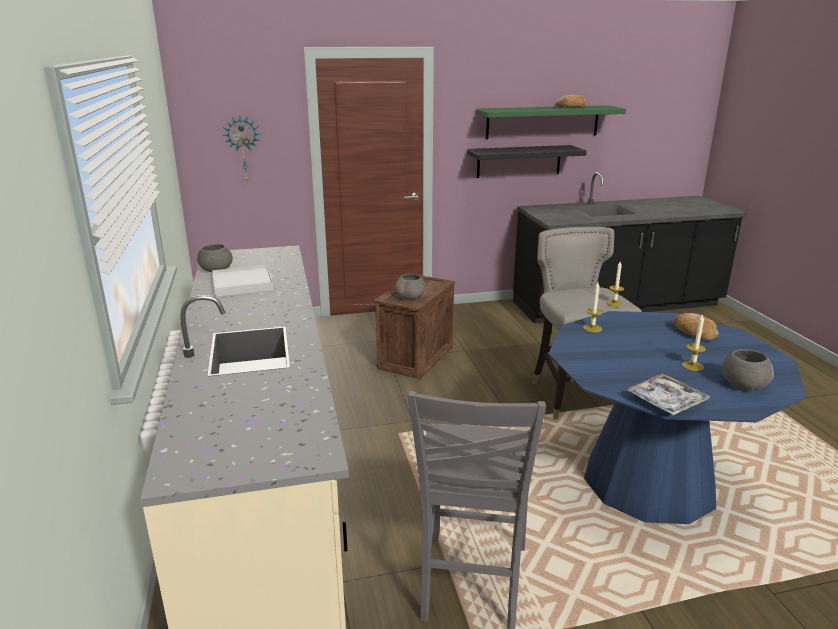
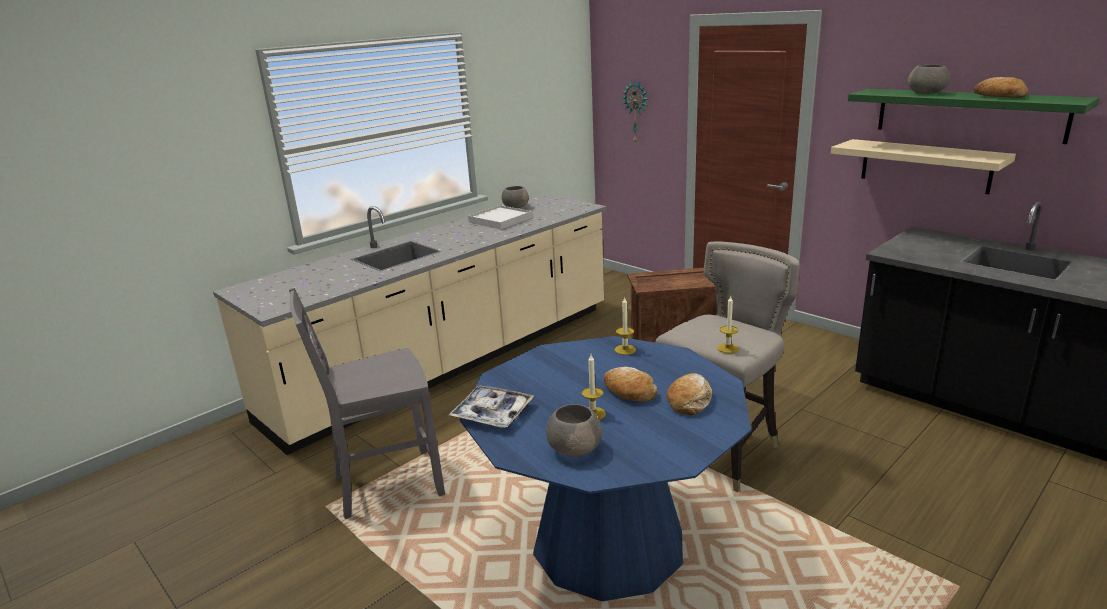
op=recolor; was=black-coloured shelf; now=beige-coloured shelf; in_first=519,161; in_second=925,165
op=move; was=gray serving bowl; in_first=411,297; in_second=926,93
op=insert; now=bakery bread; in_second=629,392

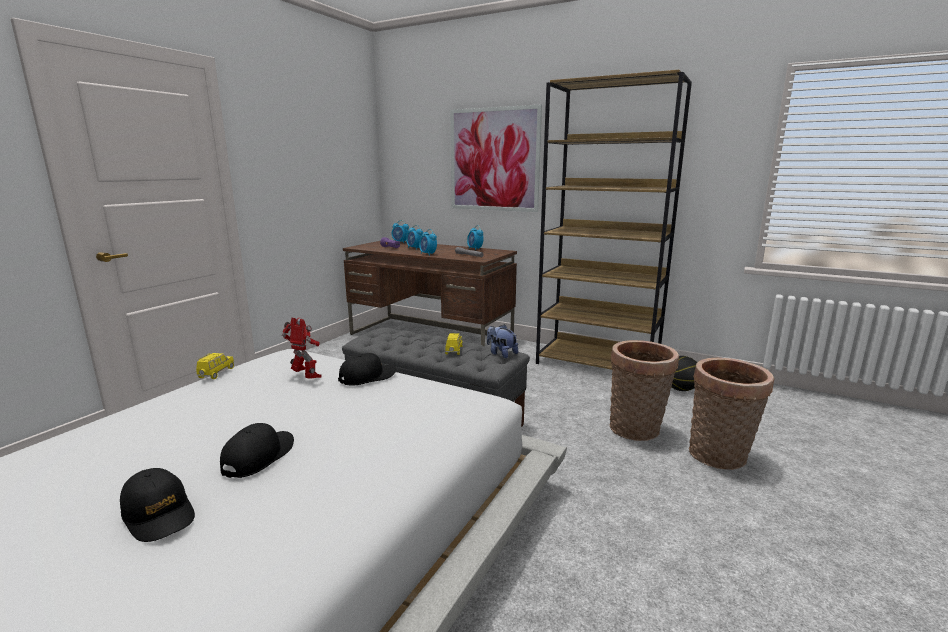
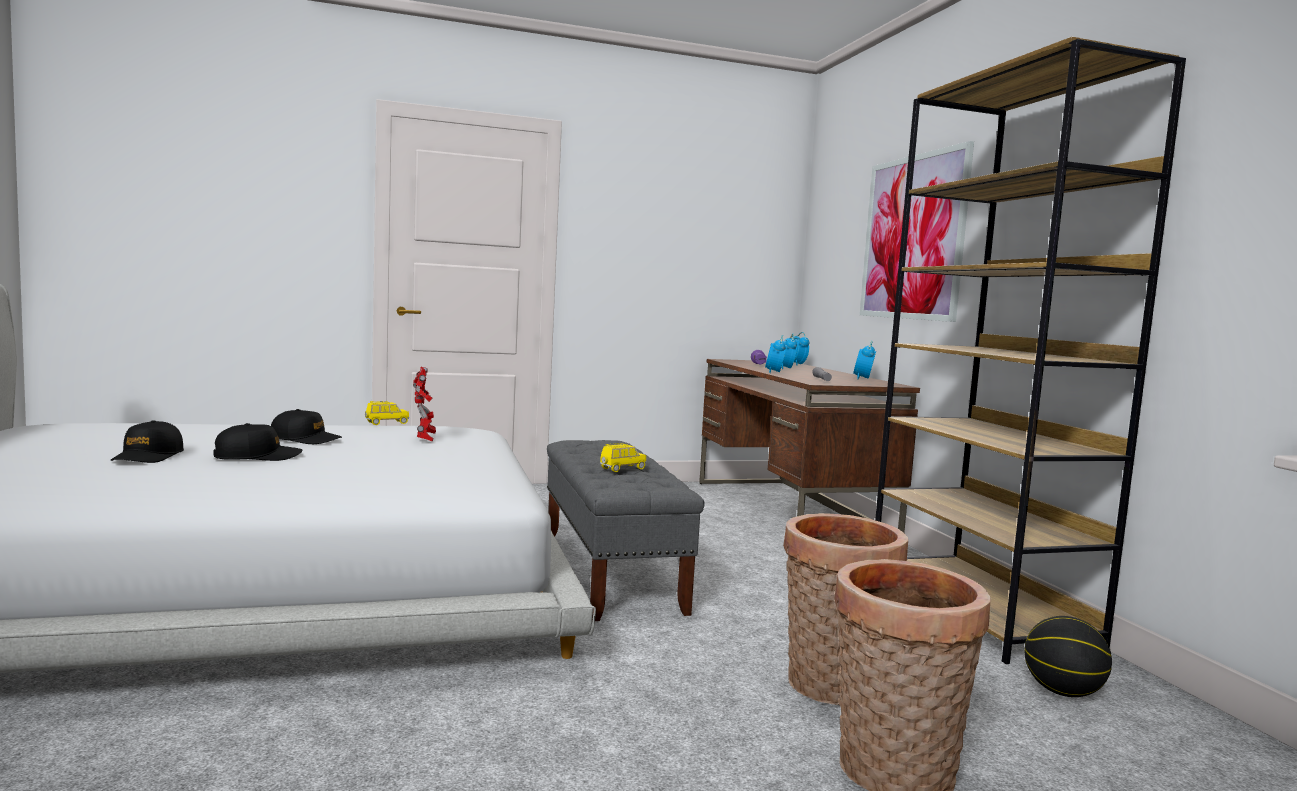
op=delete; was=cuddly toy; in_first=501,353
op=move; was=black-coloured peaked cap; in_first=367,377; in_second=305,439

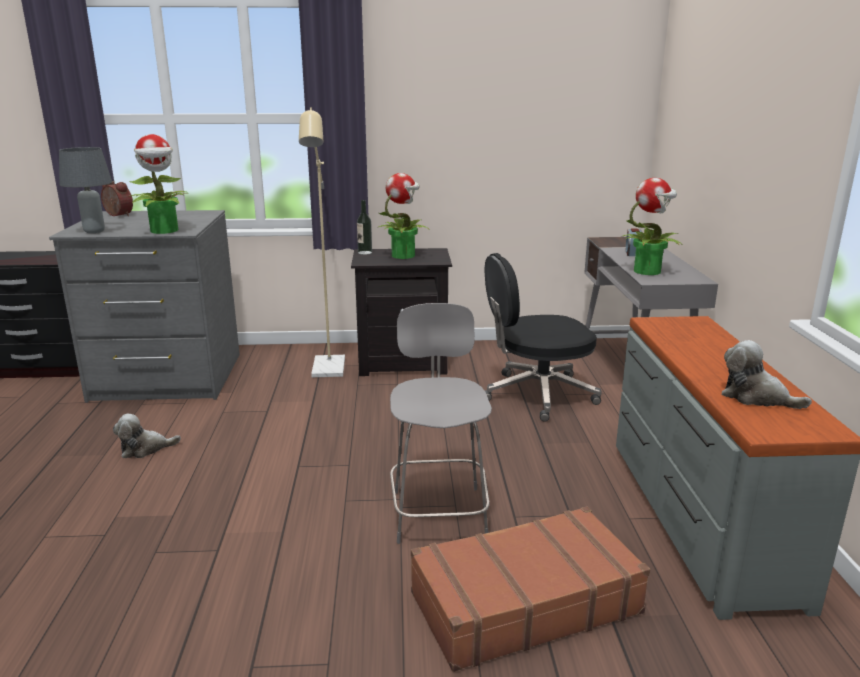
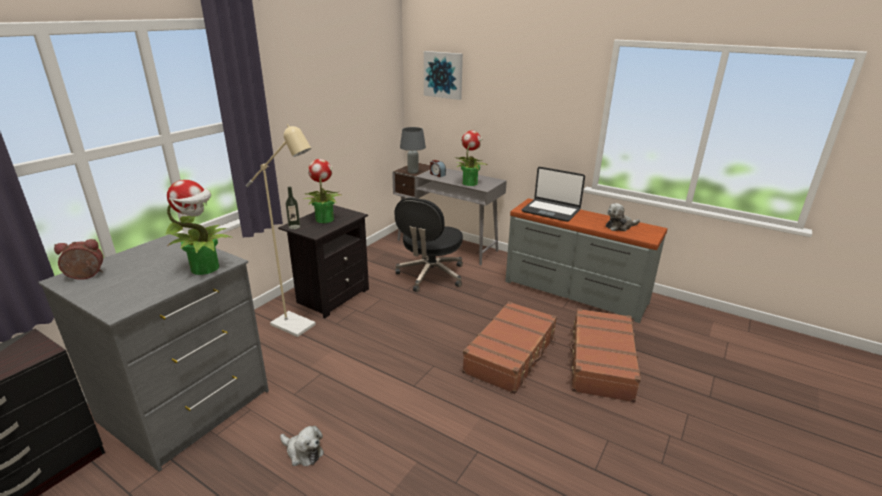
op=move; was=gray table lamp; in_first=95,231; in_second=412,172
op=replace; was=gray plain chair; now=brown-coloured suitcase; in_first=439,511; in_second=511,354
op=rotate; was=cuddly toy; in_first=145,449; in_second=303,452; clockwise=-75
op=insert; now=wall art; in_second=443,75
op=insert; now=notebook computer; in_second=551,211

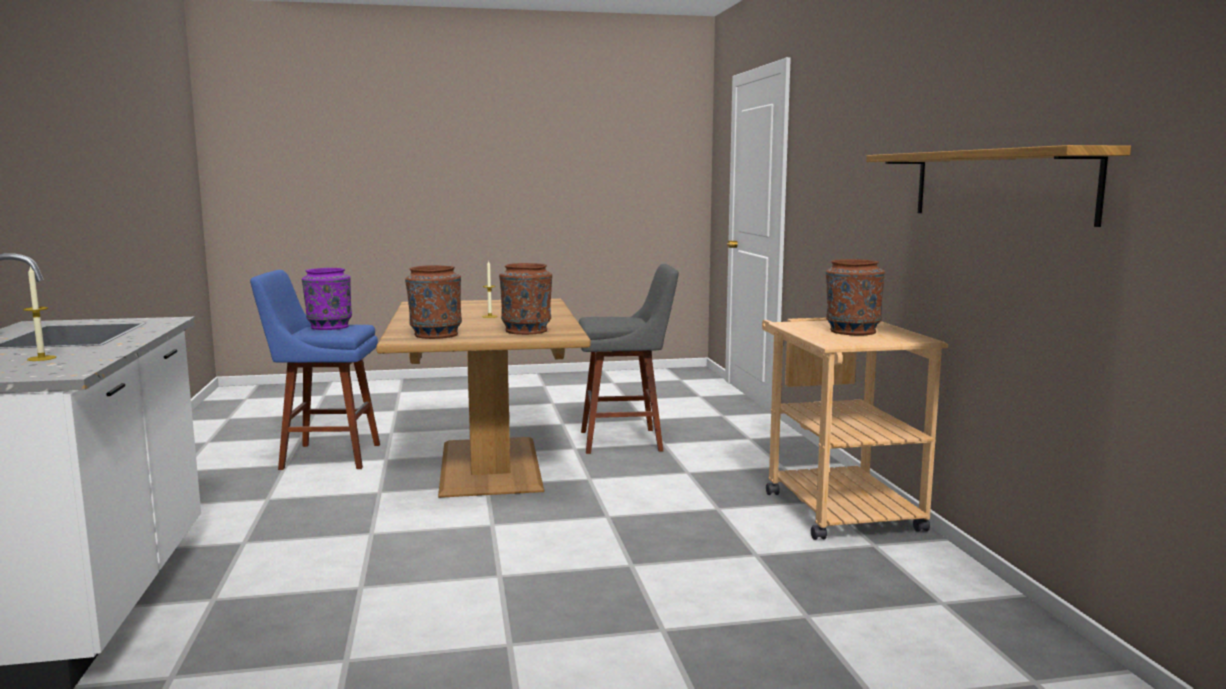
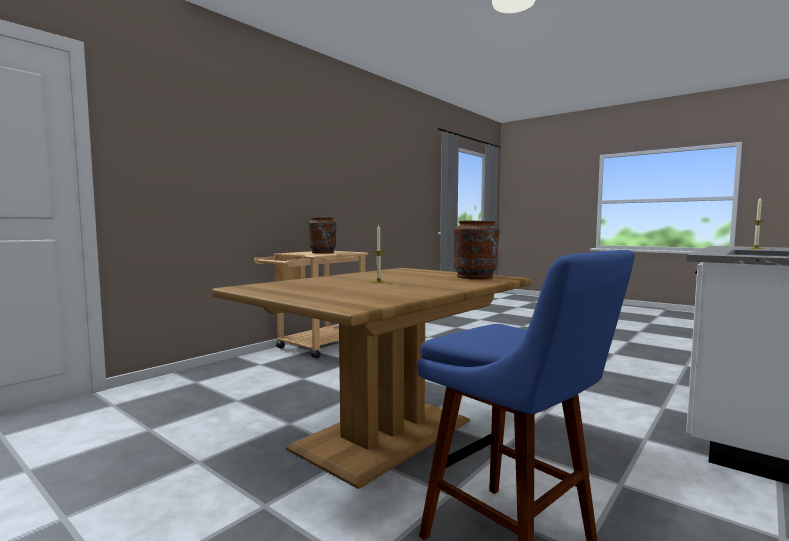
op=delete; was=shelf; in_first=998,185
op=delete; was=brown-coloured flower vase; in_first=526,330
op=delete; was=gray stool seat; in_first=626,441
op=delete; was=purplish flower vase; in_first=329,327

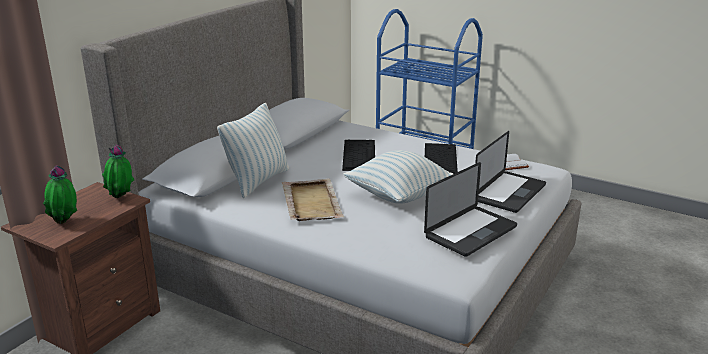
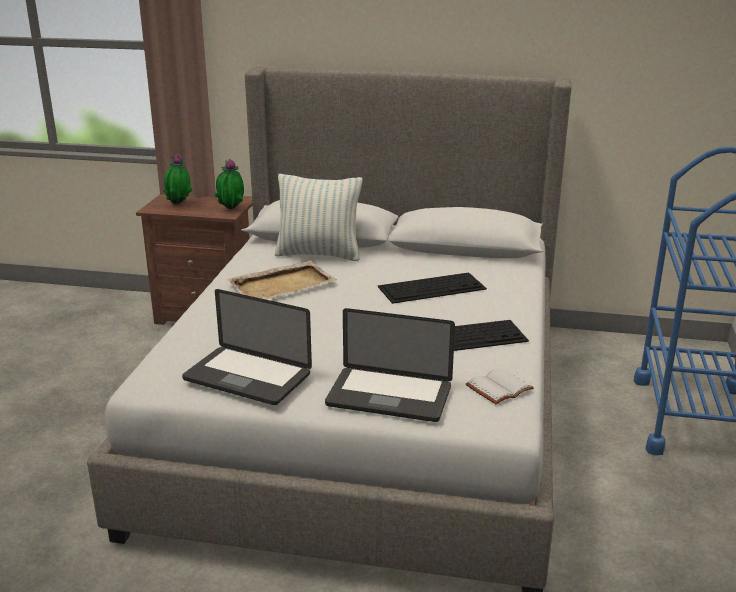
op=delete; was=pillow; in_first=398,195

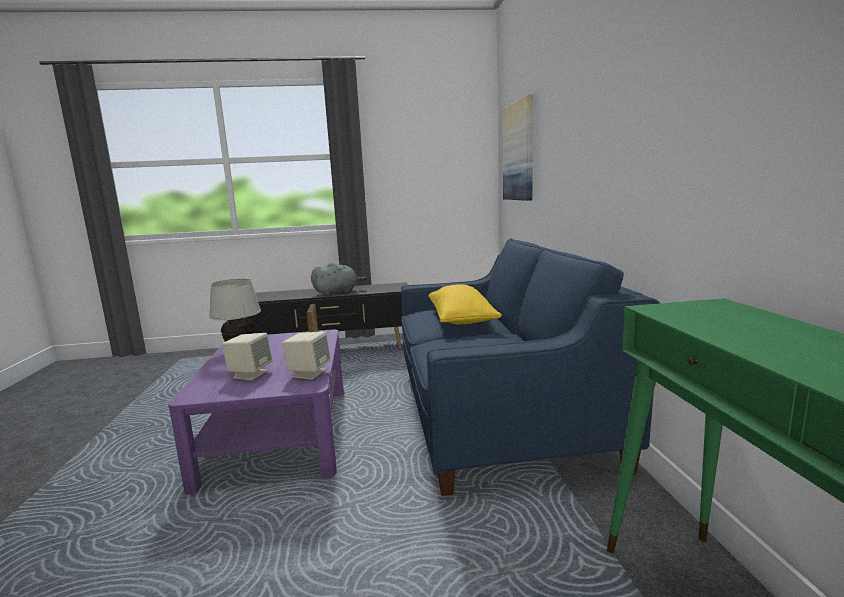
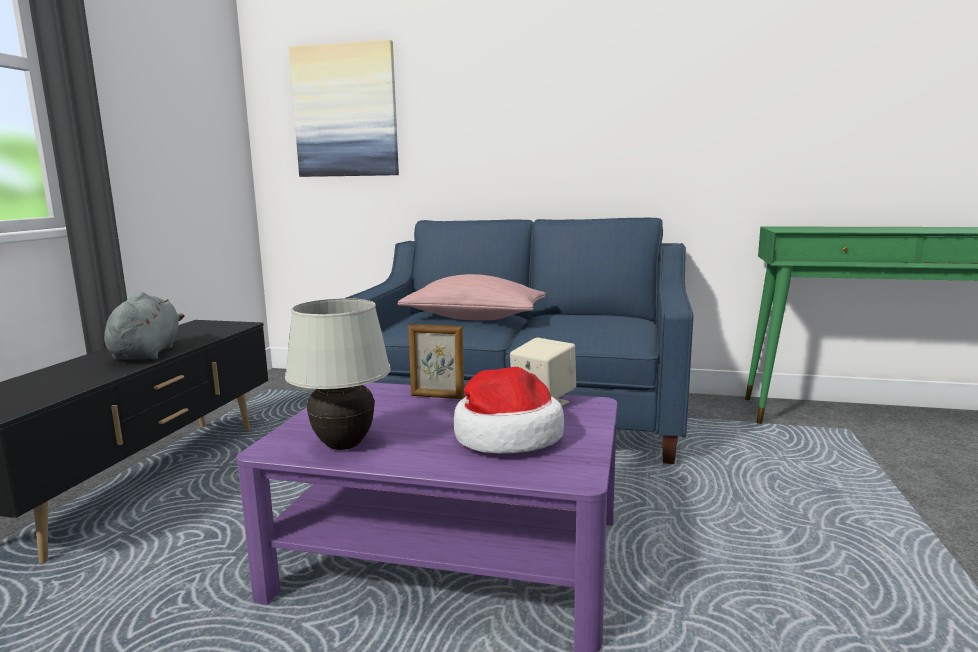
op=recolor; was=yellow-coloured pillow; now=pinkish pillow; in_first=461,320; in_second=474,318
op=replace; was=beige-coloured speaker; now=hat; in_first=250,374; in_second=506,436

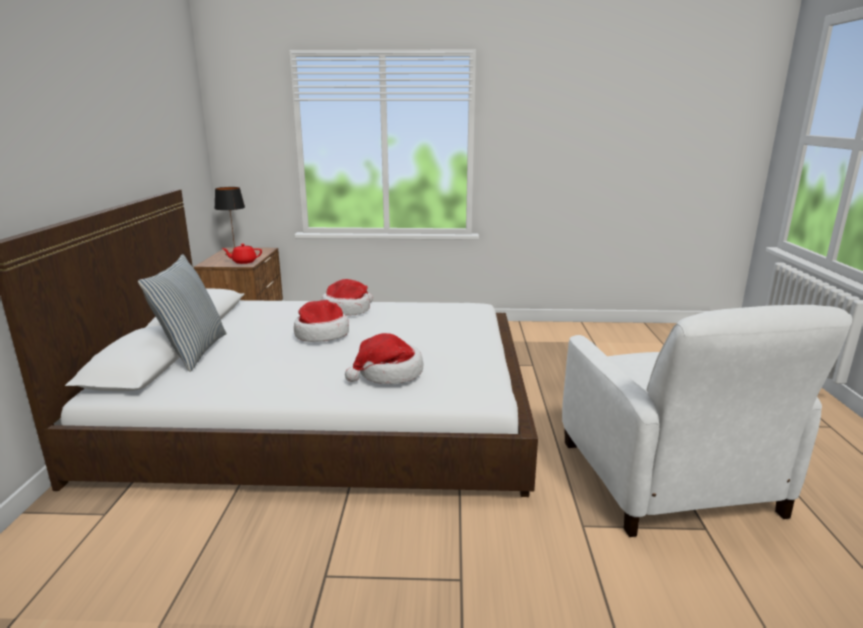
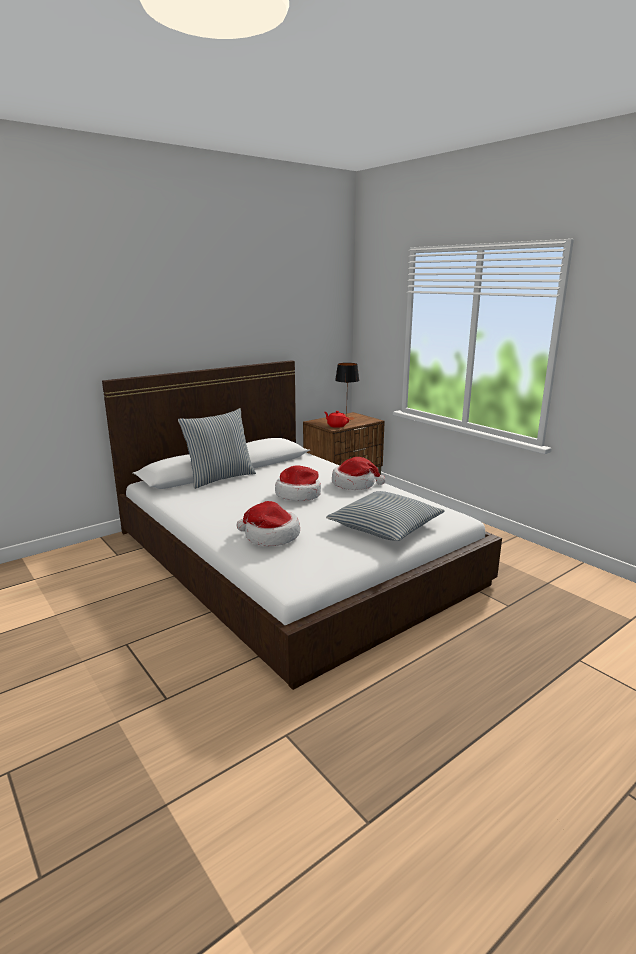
op=delete; was=whitish easy chair; in_first=667,479
op=insert; now=pillow; in_second=385,526

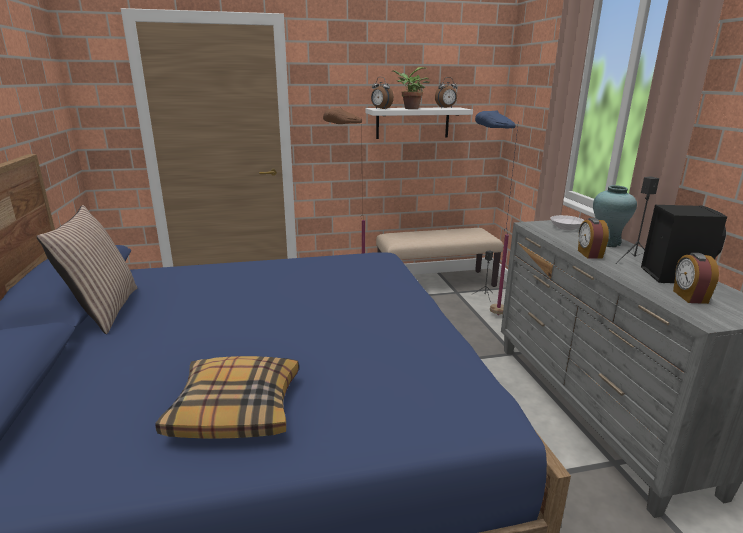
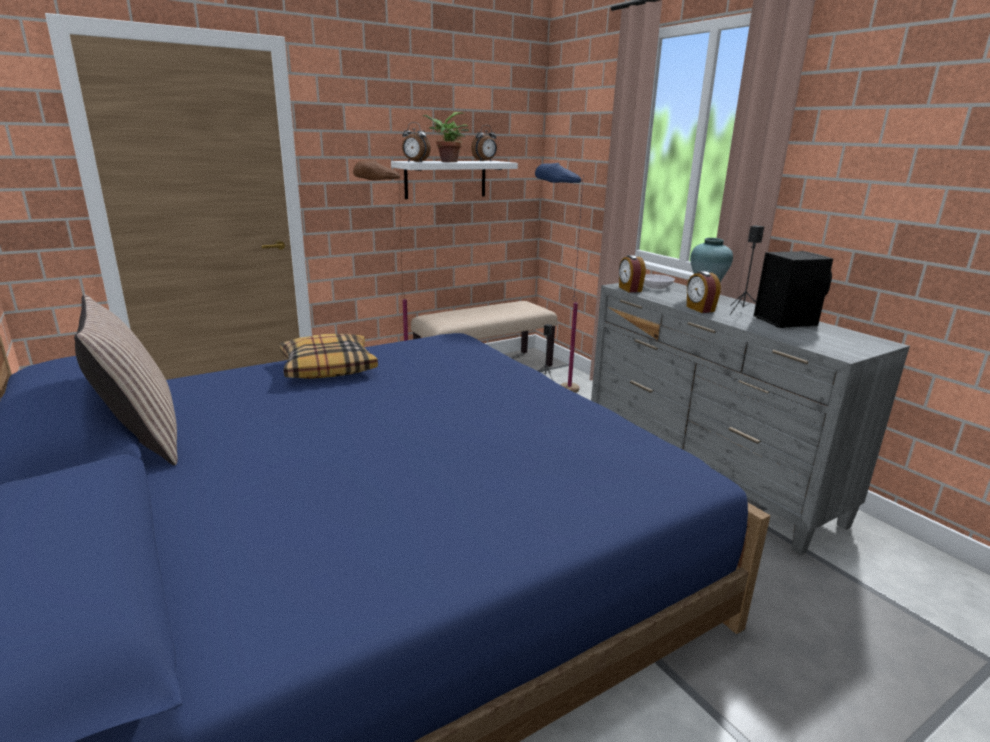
op=move; was=bedside clock; in_first=689,297; in_second=629,289
op=move; was=pillow; in_first=236,408; in_second=328,367

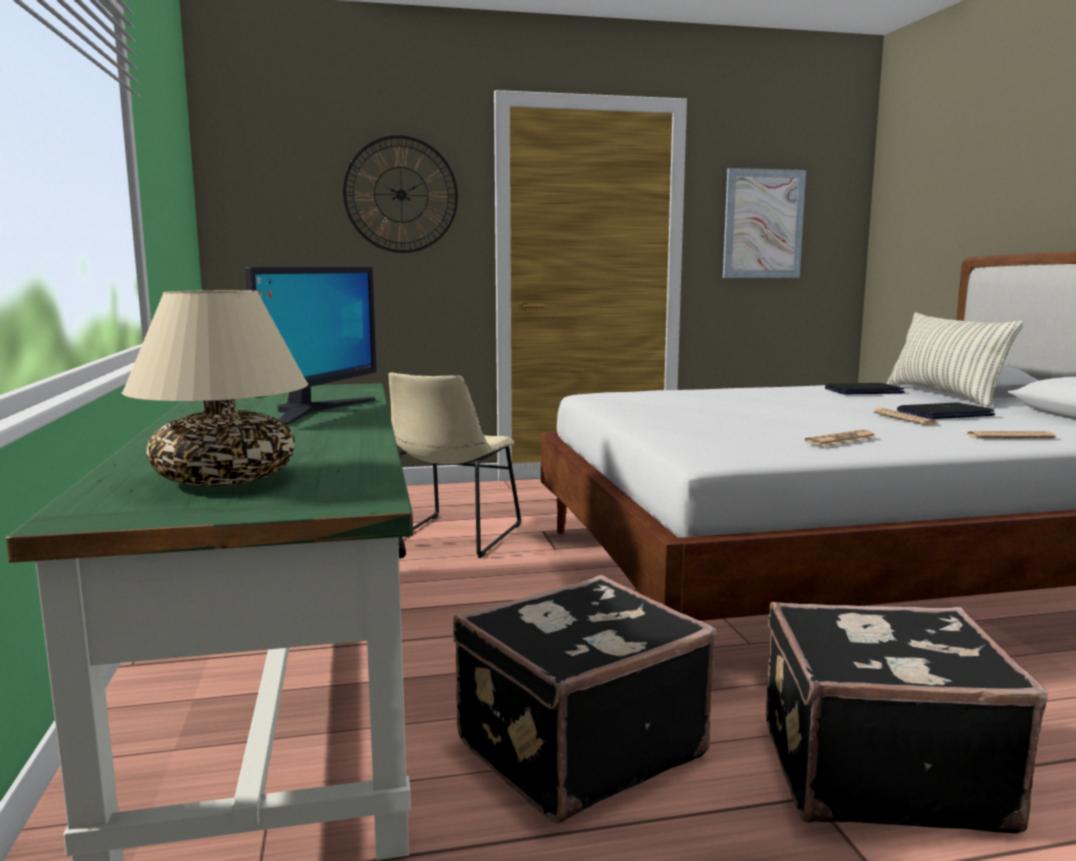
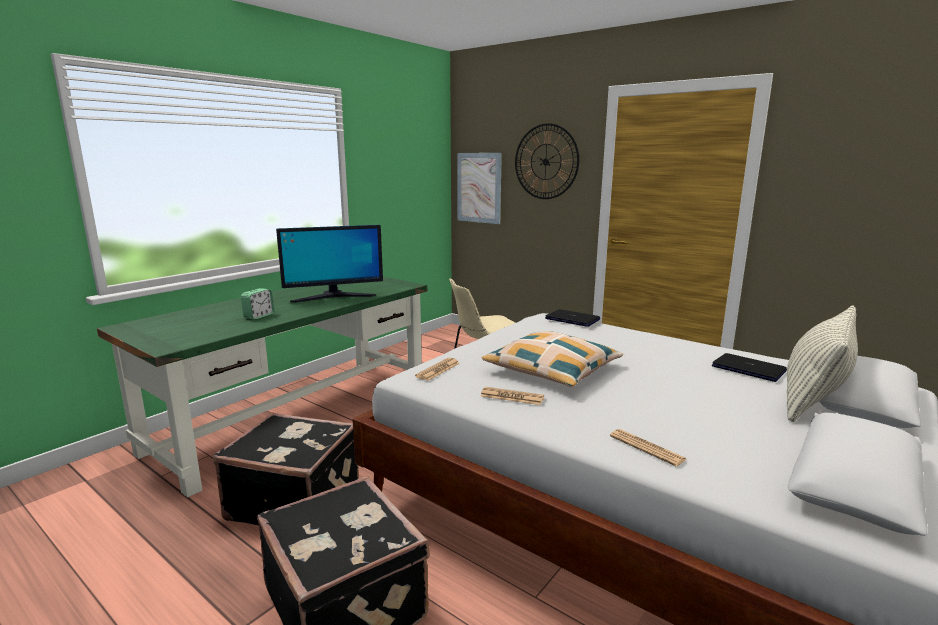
op=move; was=wall art; in_first=763,224; in_second=479,188
op=delete; was=beige-coloured table lamp; in_first=224,479
op=move; was=notebook computer; in_first=944,413; in_second=572,319
op=move; was=newspaper; in_first=905,418; in_second=438,370
op=insert; now=bedside clock; in_second=259,316
op=insert; now=pillow; in_second=552,370

